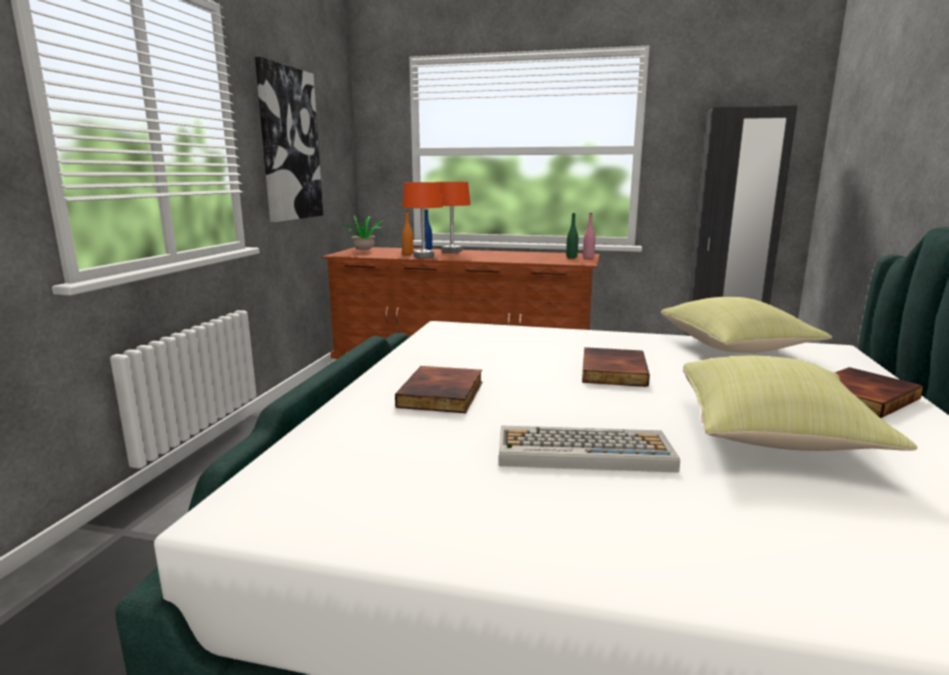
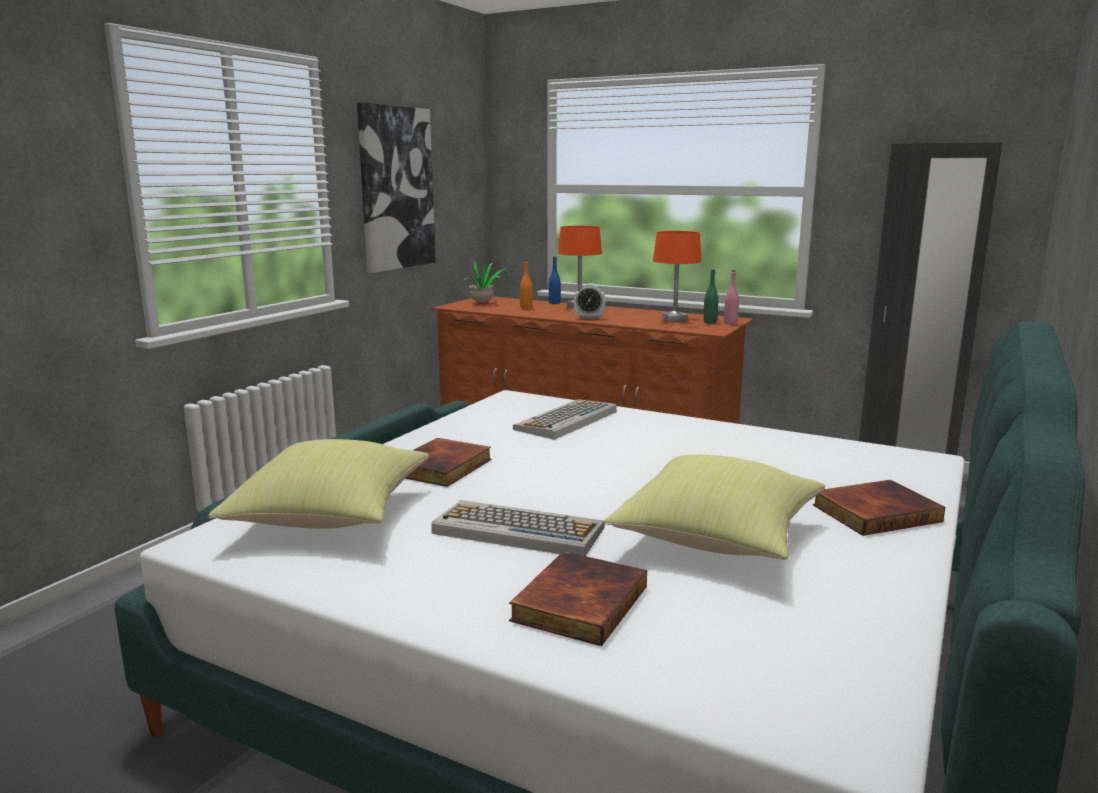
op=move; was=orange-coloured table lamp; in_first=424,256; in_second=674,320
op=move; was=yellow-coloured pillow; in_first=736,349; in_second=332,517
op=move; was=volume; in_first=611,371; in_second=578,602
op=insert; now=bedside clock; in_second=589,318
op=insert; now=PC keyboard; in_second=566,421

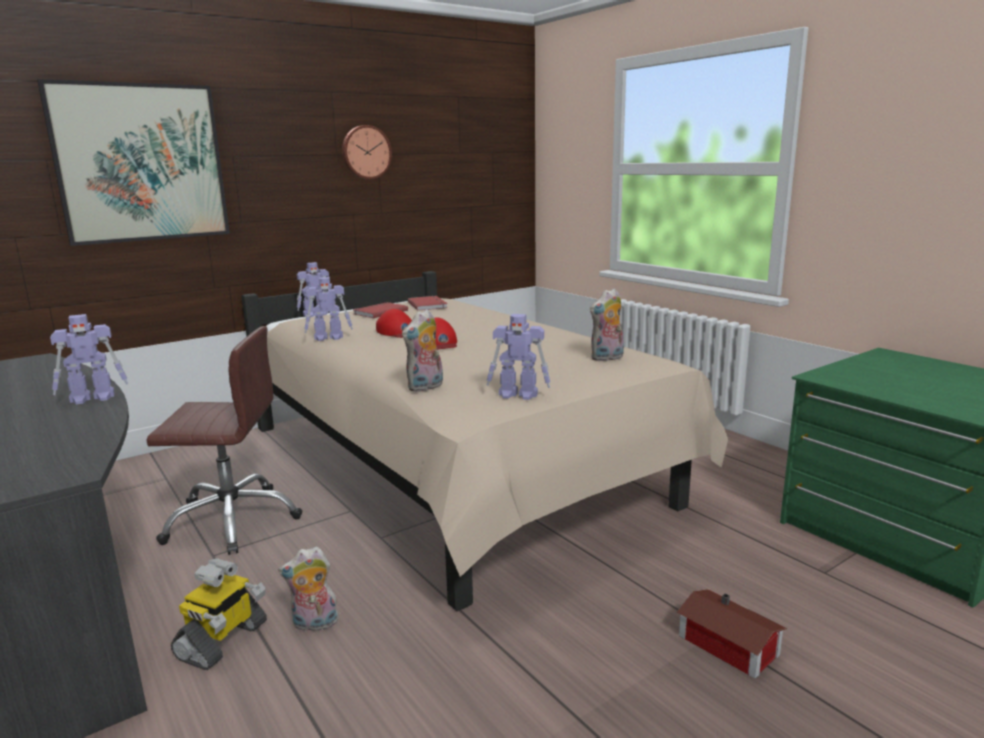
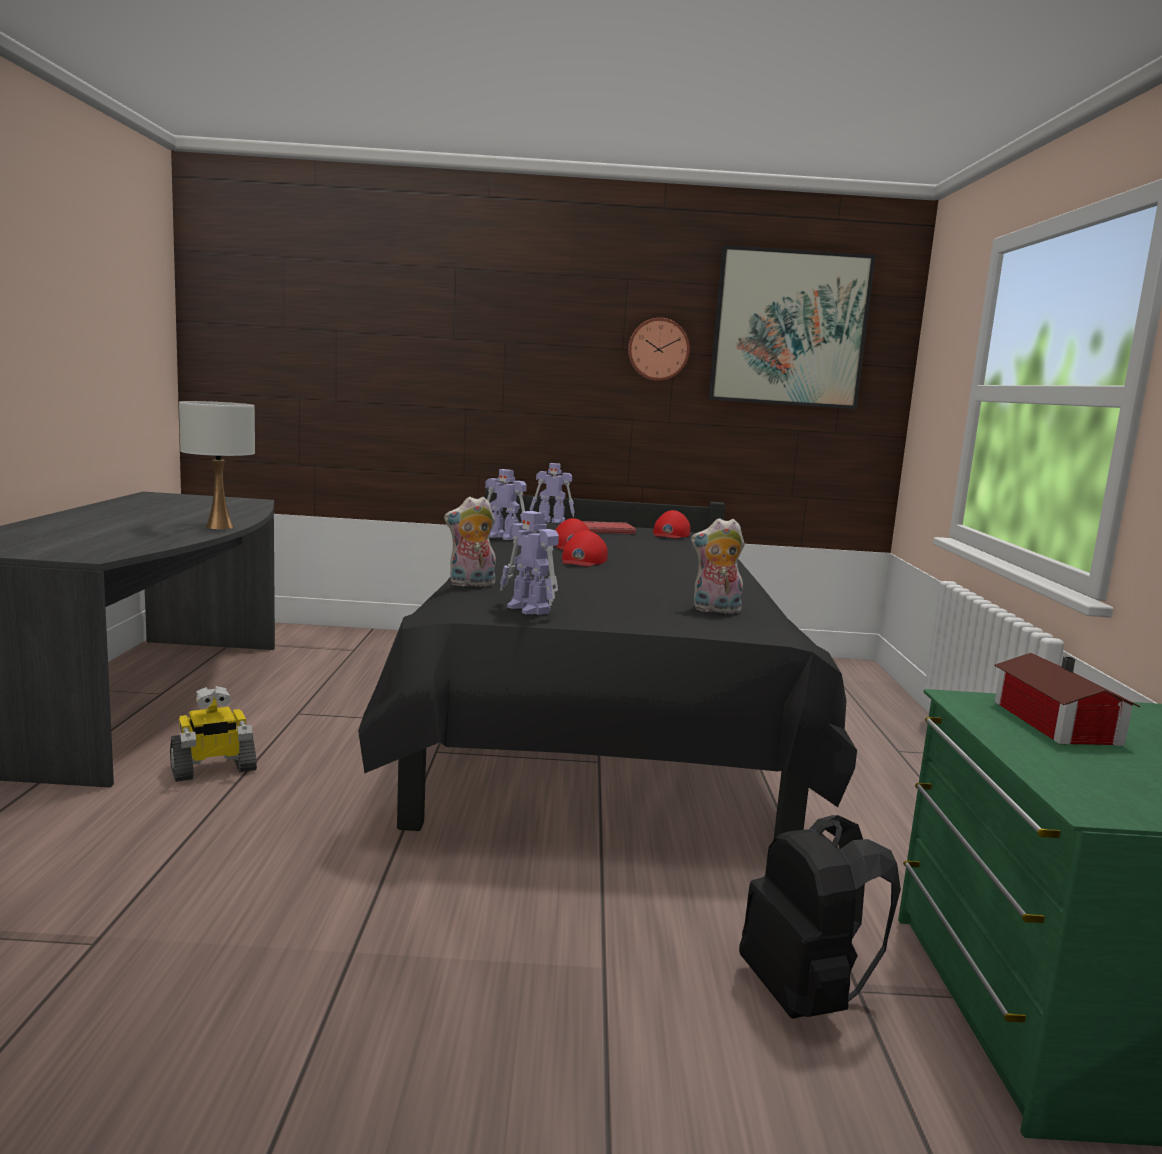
op=move; was=wall art; in_first=141,163; in_second=789,329
op=recolor; was=beige-coloured sleeping bed; now=black-coloured sleeping bed; in_first=452,468; in_second=596,724
op=replace; was=reddish volume; now=reddish peaked cap; in_first=428,305; in_second=670,534
op=replace; was=robot figure; now=whitish table lamp; in_first=94,398; in_second=220,527
op=delete; was=brown-coloured desk chair; in_first=232,520
op=delete; was=cuddly toy; in_first=314,624
op=move; was=toy house; in_first=729,647; in_second=1055,723
op=insert; now=black-coloured rucksack; in_second=805,995

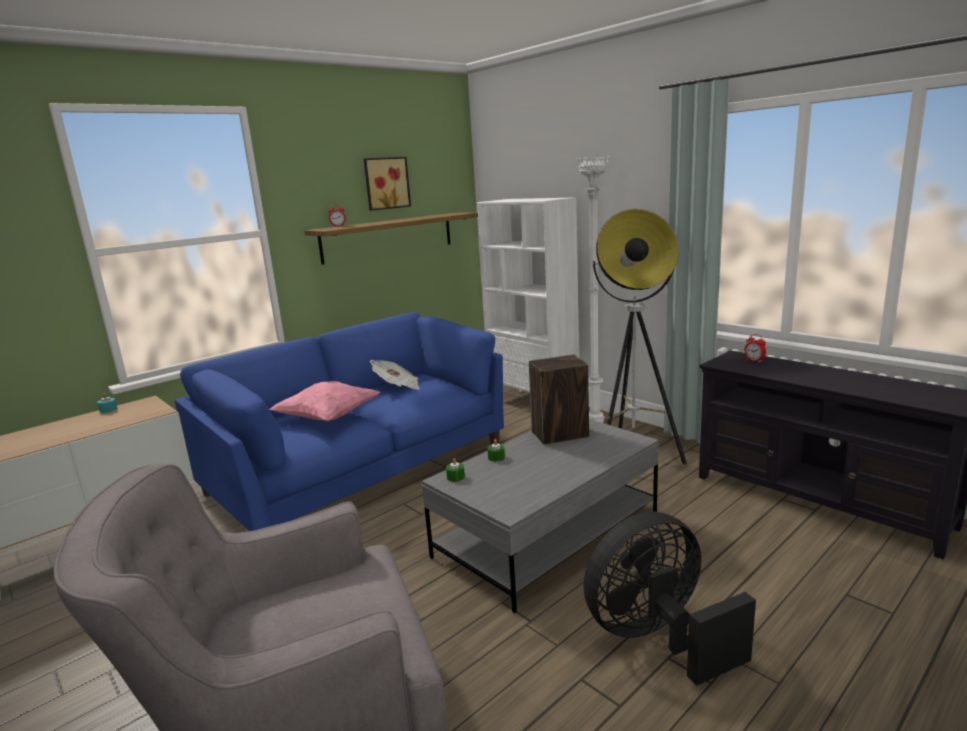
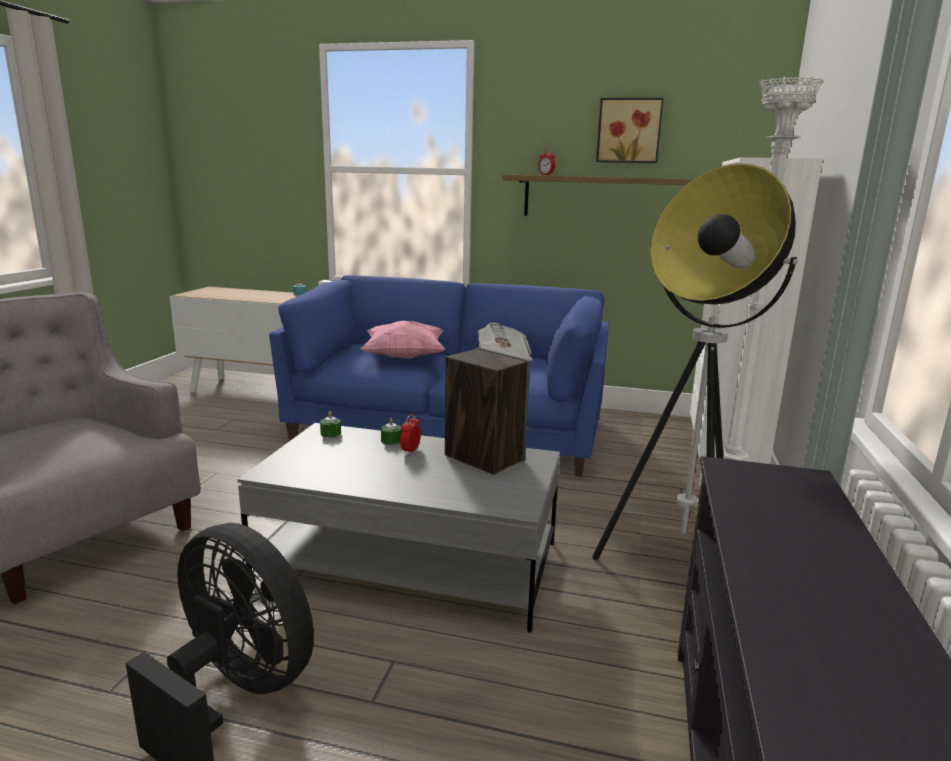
op=move; was=bedside clock; in_first=754,361; in_second=410,450

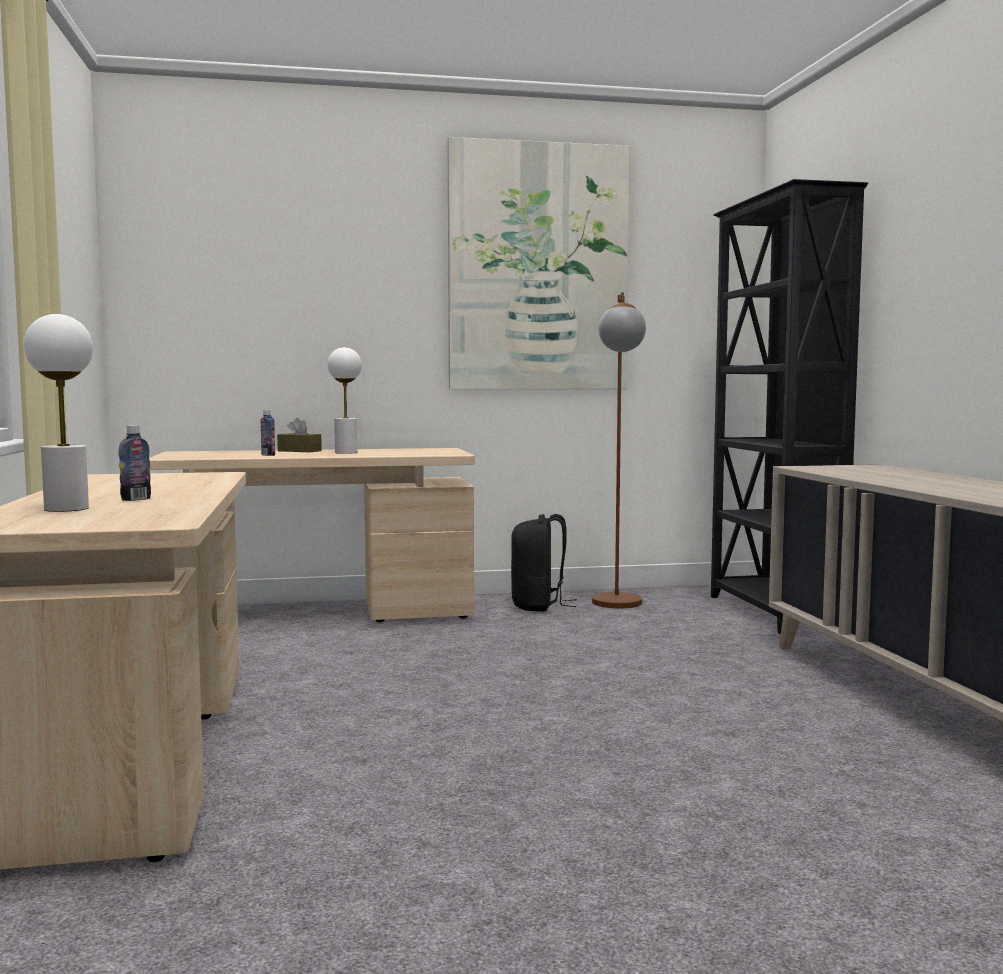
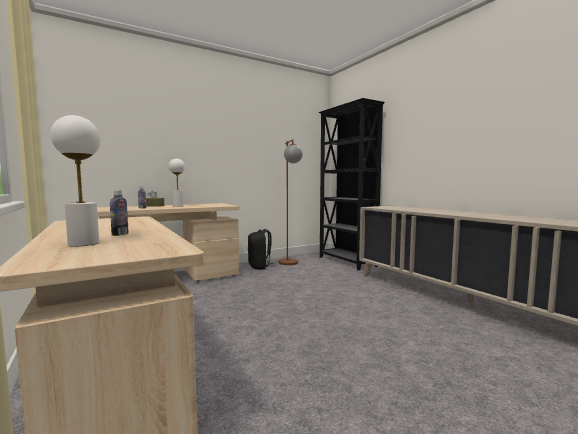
op=delete; was=wall art; in_first=538,267

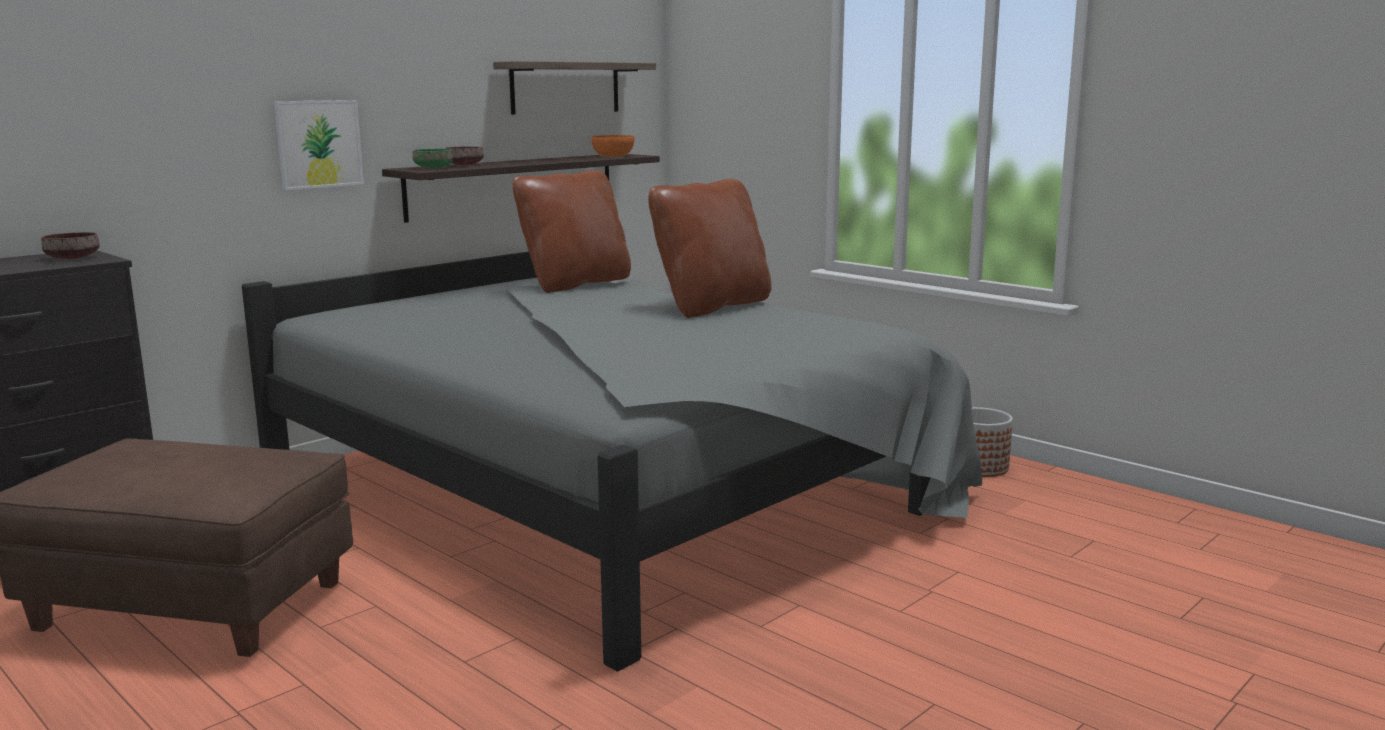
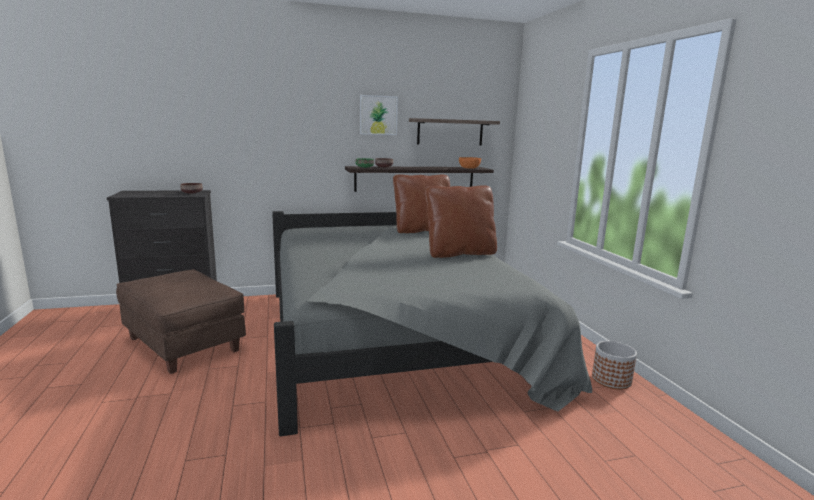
op=move; was=wall art; in_first=319,144; in_second=378,115

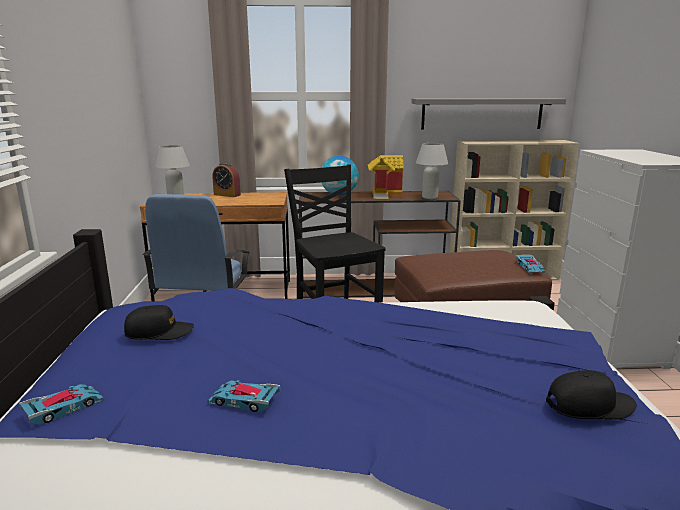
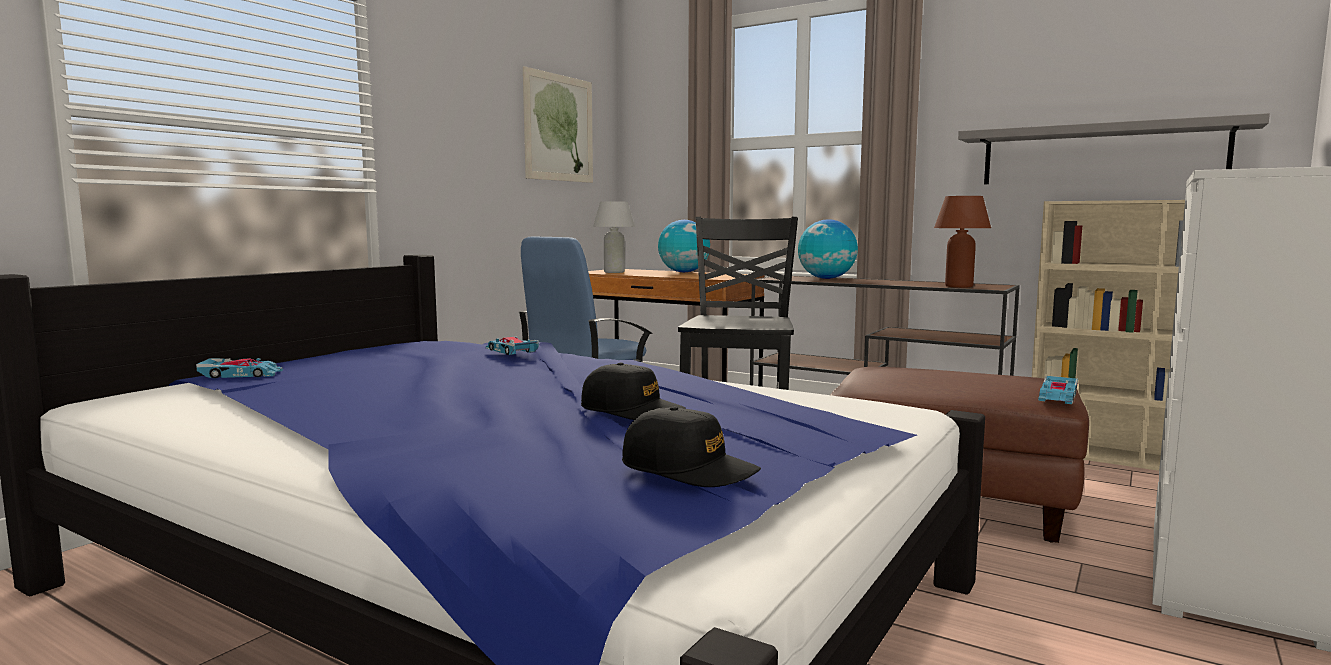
op=recolor; was=whitish table lamp; now=brown-coloured table lamp; in_first=429,197; in_second=959,286
op=delete; was=toy house; in_first=384,194
op=replace; was=bedside clock; now=desk globe; in_first=227,195; in_second=684,272
op=move; was=black-coloured peaked cap; in_first=159,332; in_second=632,410
op=move; was=miniature car; in_first=244,400; in_second=511,351
op=insert; now=wall art; in_second=559,128

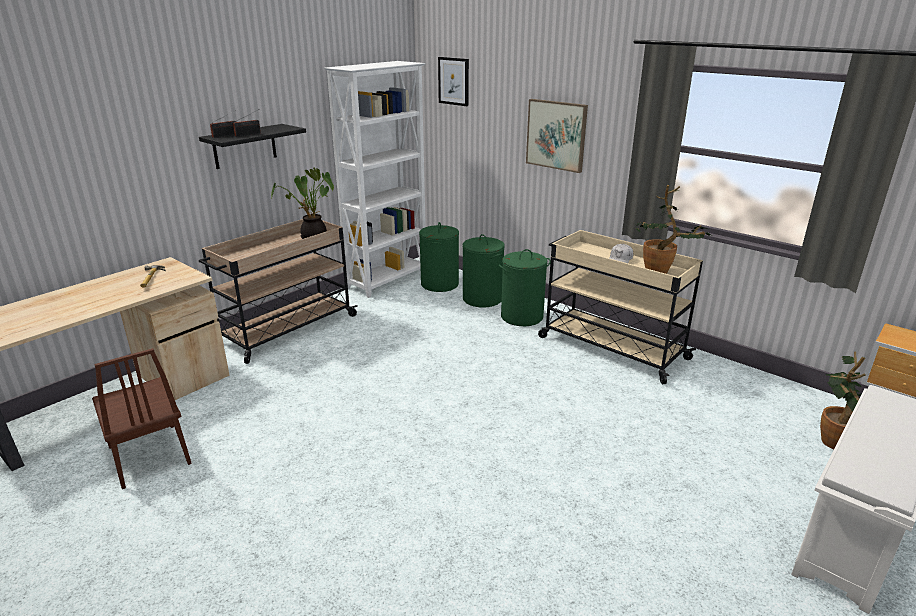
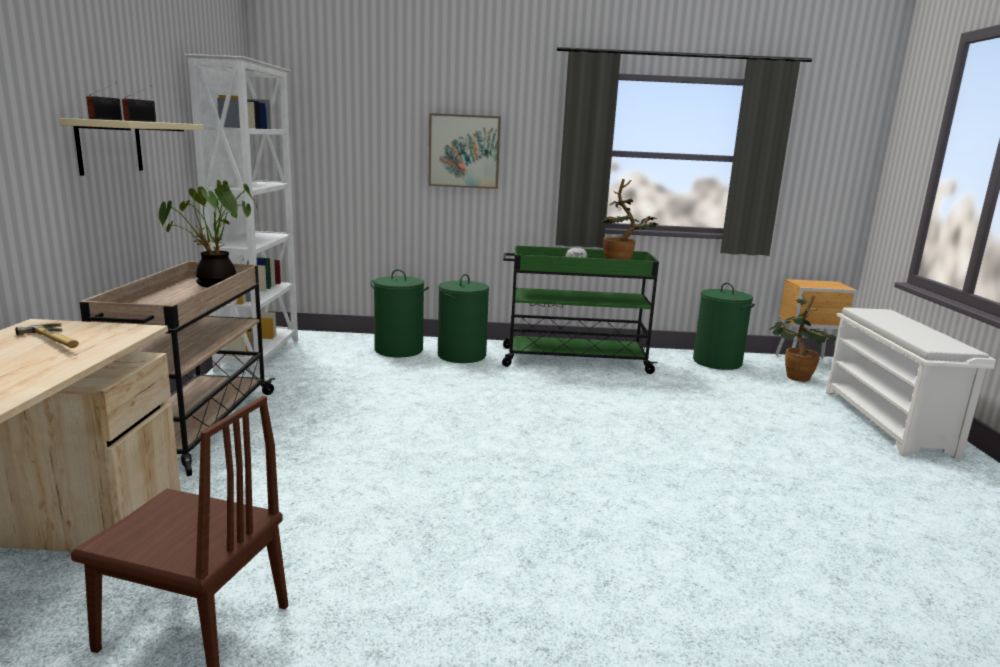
op=delete; was=wall art; in_first=453,81
op=recolor; was=black-coloured shelf; now=beige-coloured shelf; in_first=244,146; in_second=109,146
op=move; was=green washing basket; in_first=439,284; in_second=717,362
op=recolor; was=beige-coloured cart; now=green cart; in_first=610,347; in_second=573,360

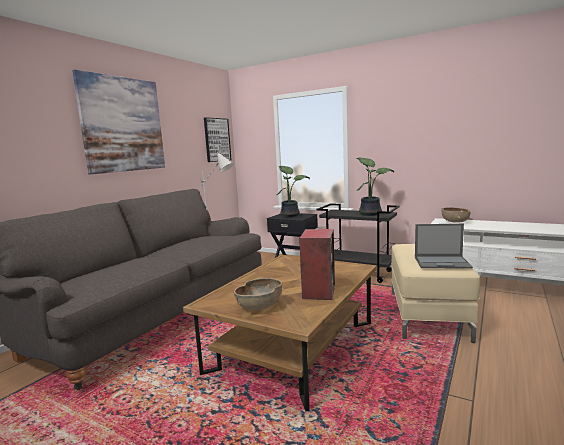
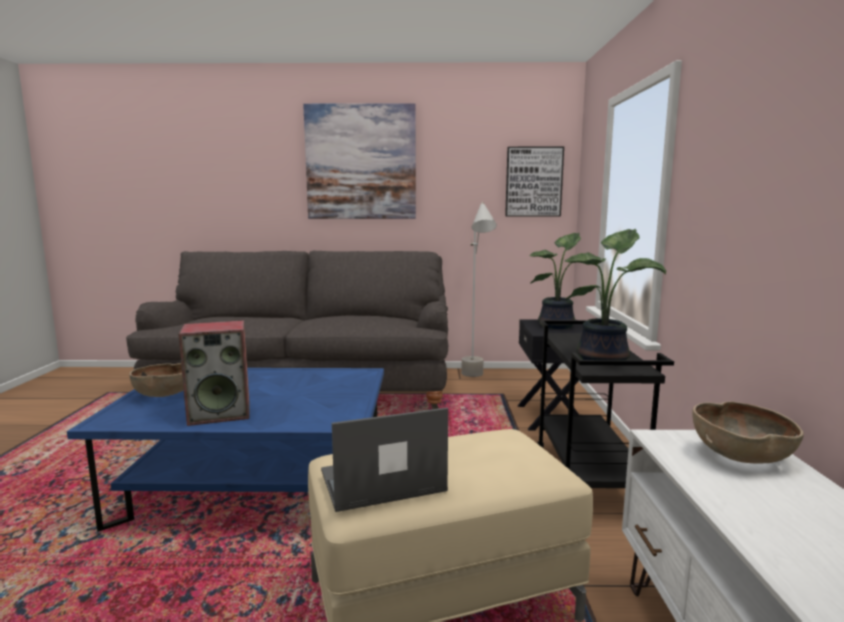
op=rotate; was=notebook computer; in_first=442,262; in_second=380,481; clockwise=90
op=recolor; was=brown-coloured low table; now=blue-coloured low table; in_first=293,346; in_second=257,486

